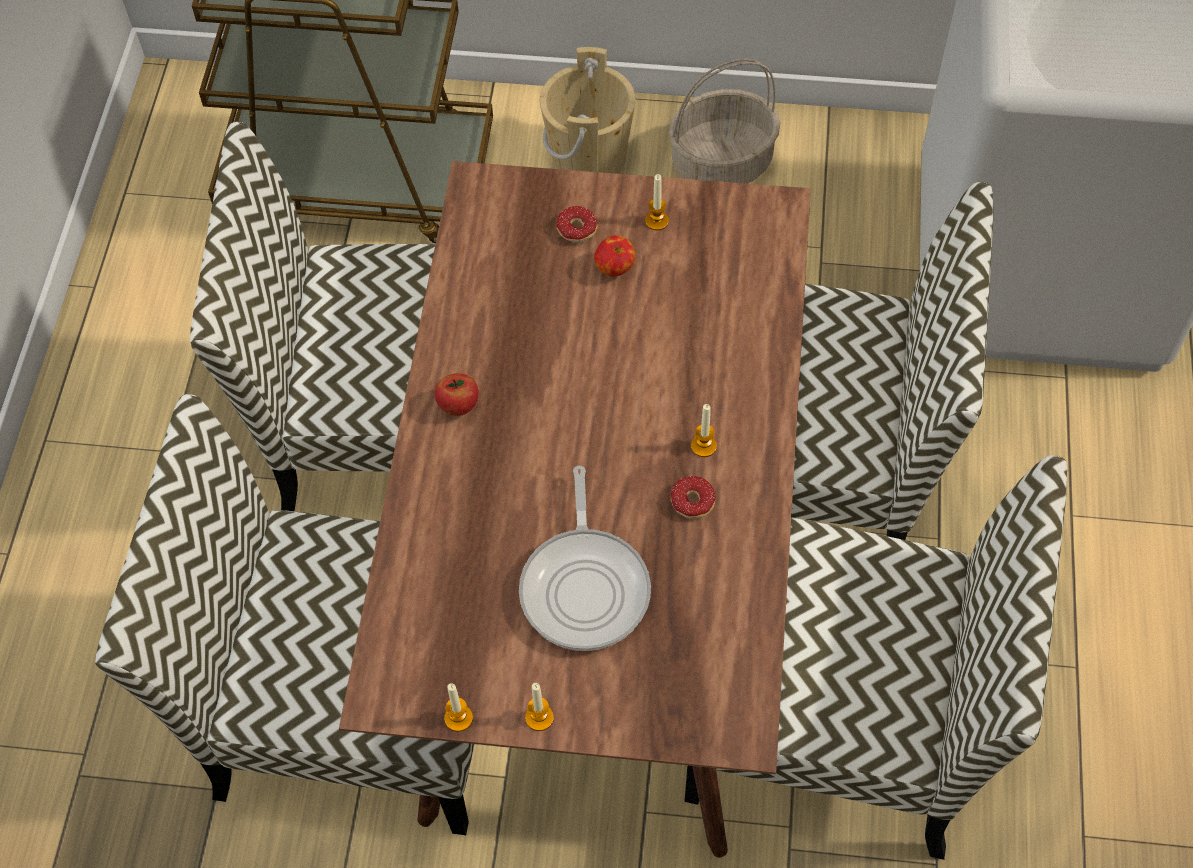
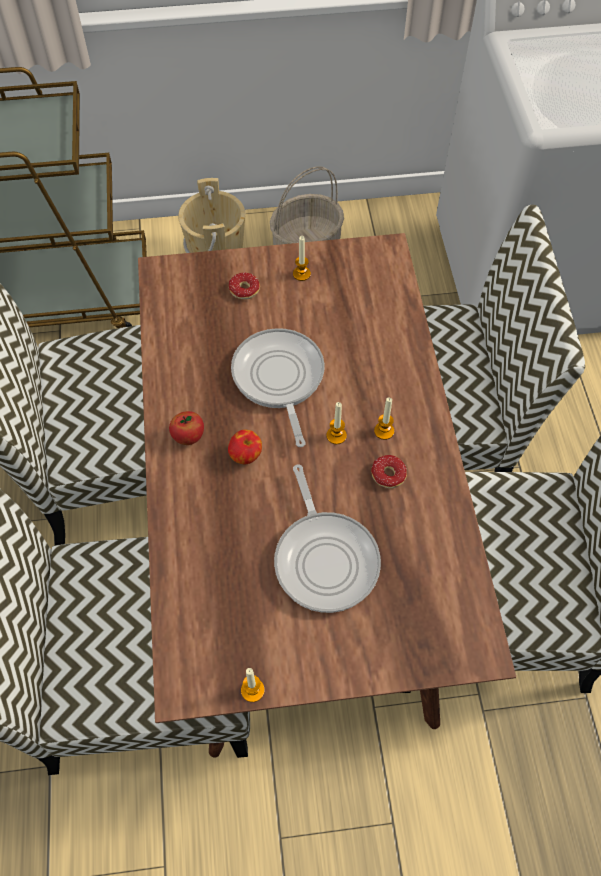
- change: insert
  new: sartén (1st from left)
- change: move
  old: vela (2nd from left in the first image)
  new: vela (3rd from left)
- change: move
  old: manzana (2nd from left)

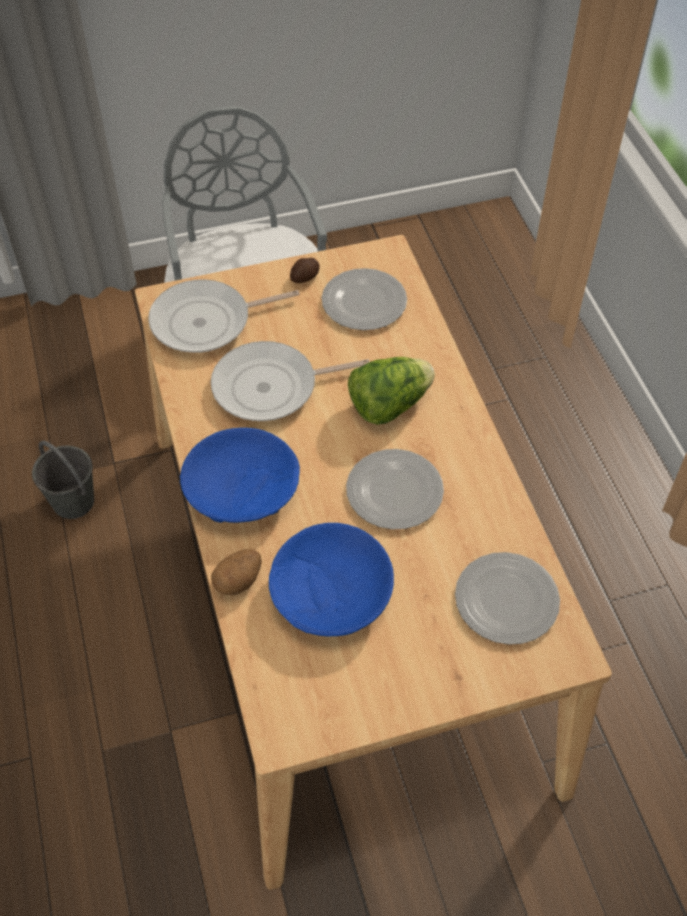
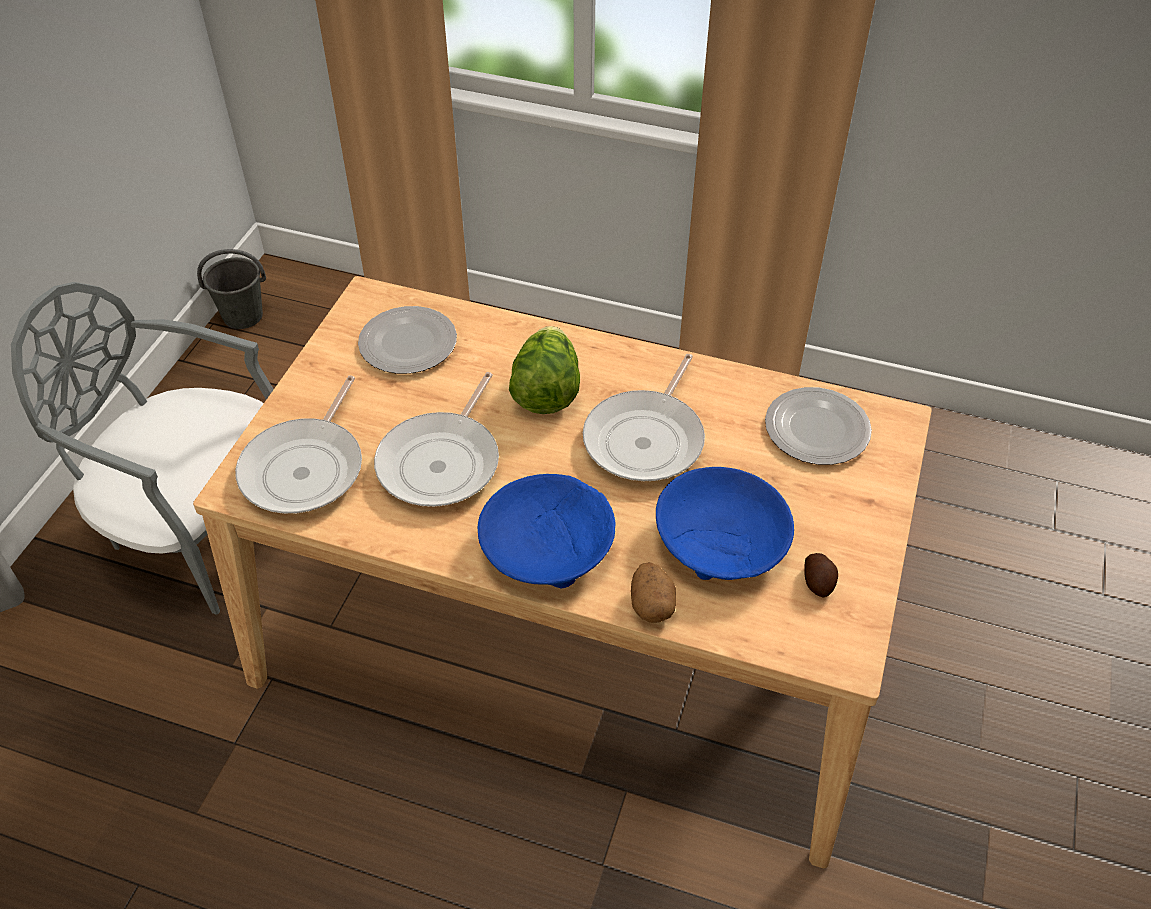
- change: move
  old: cubo (gris)
- change: move
  old: patata (2nd from left)
- change: replace
  old: plato (2nd from left)
  new: sartén (3rd from left)

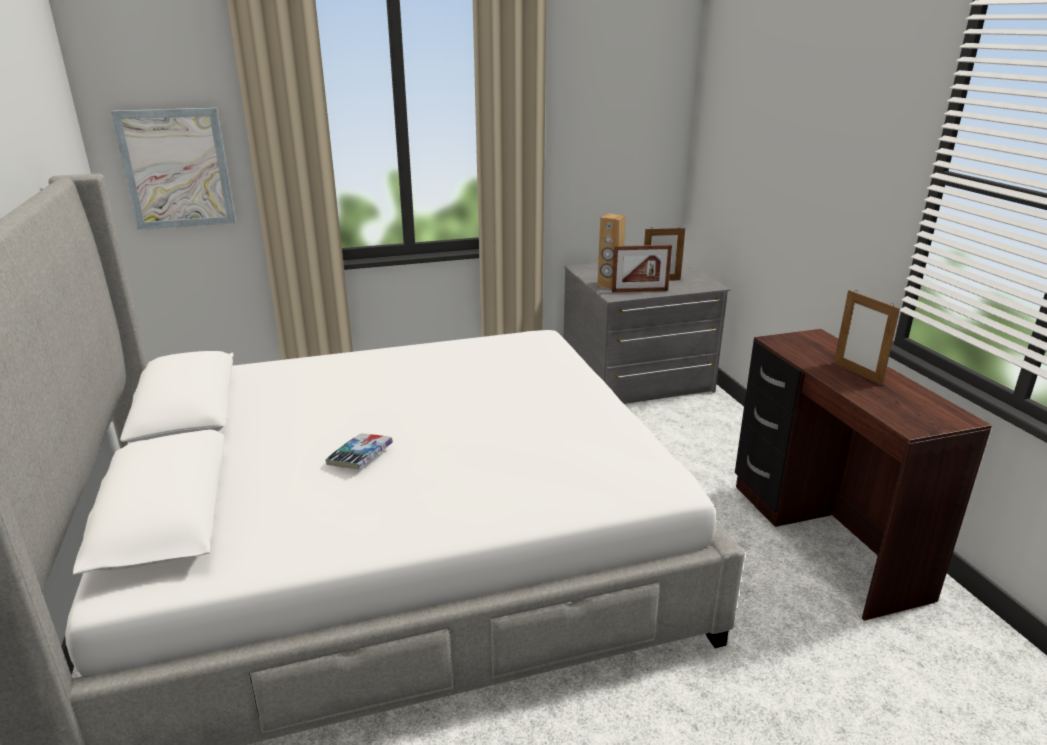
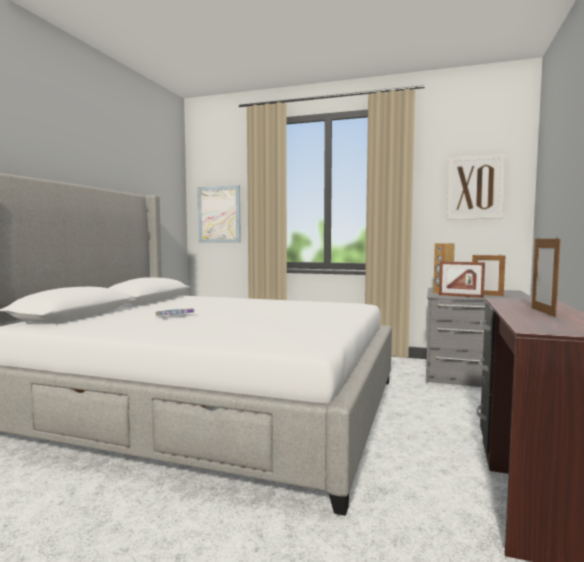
- change: insert
  new: cuadro (2nd from left)

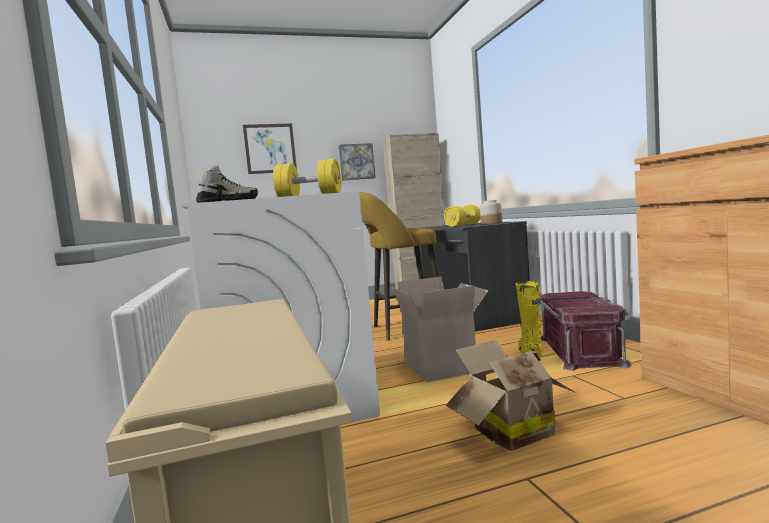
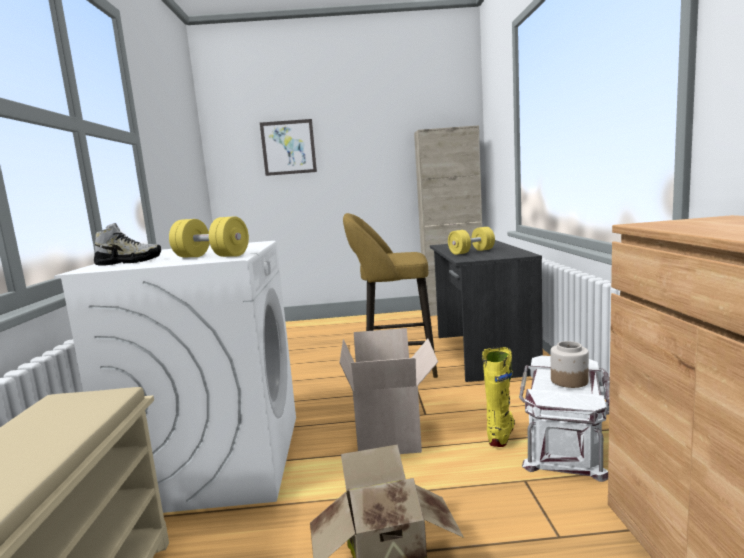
- change: delete
  old: cuadro (2nd from left)
- change: move
  old: tarro
- change: recolor
  old: caja de almacenaje (rojo)
  new: caja de almacenaje (blanco)

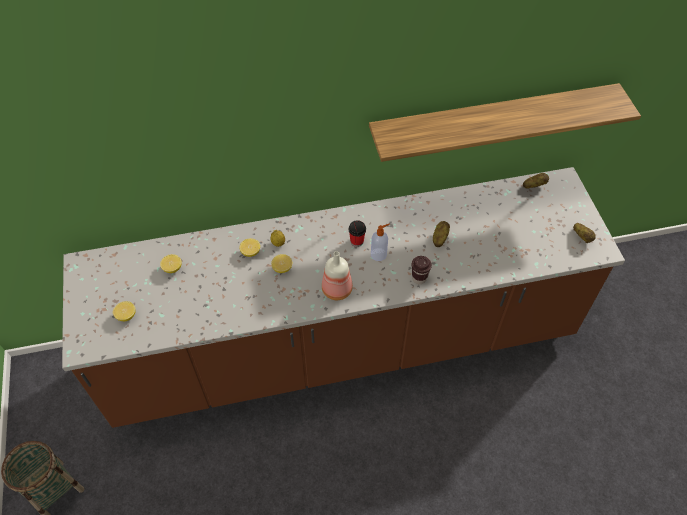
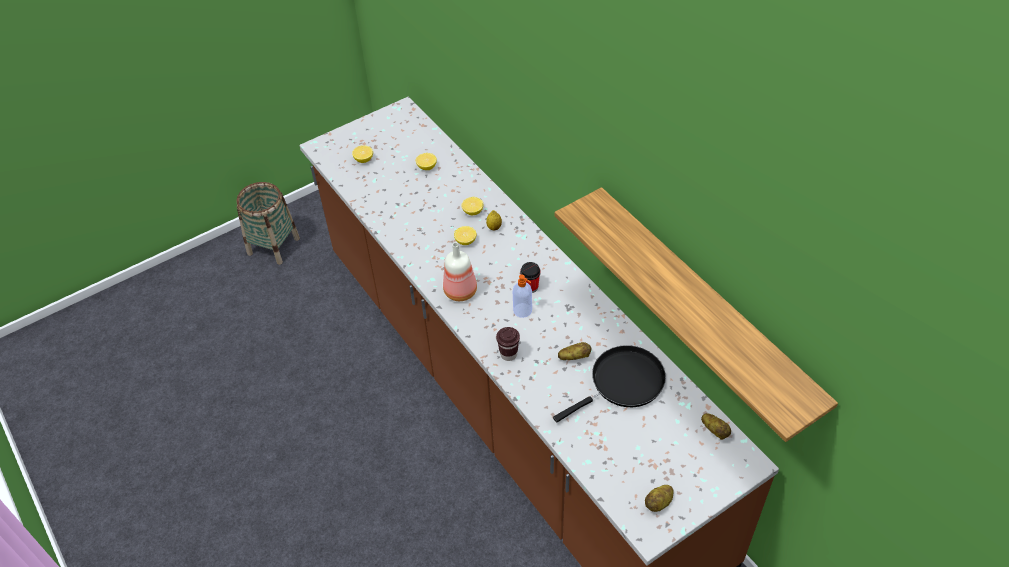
- change: insert
  new: sartén (negro)

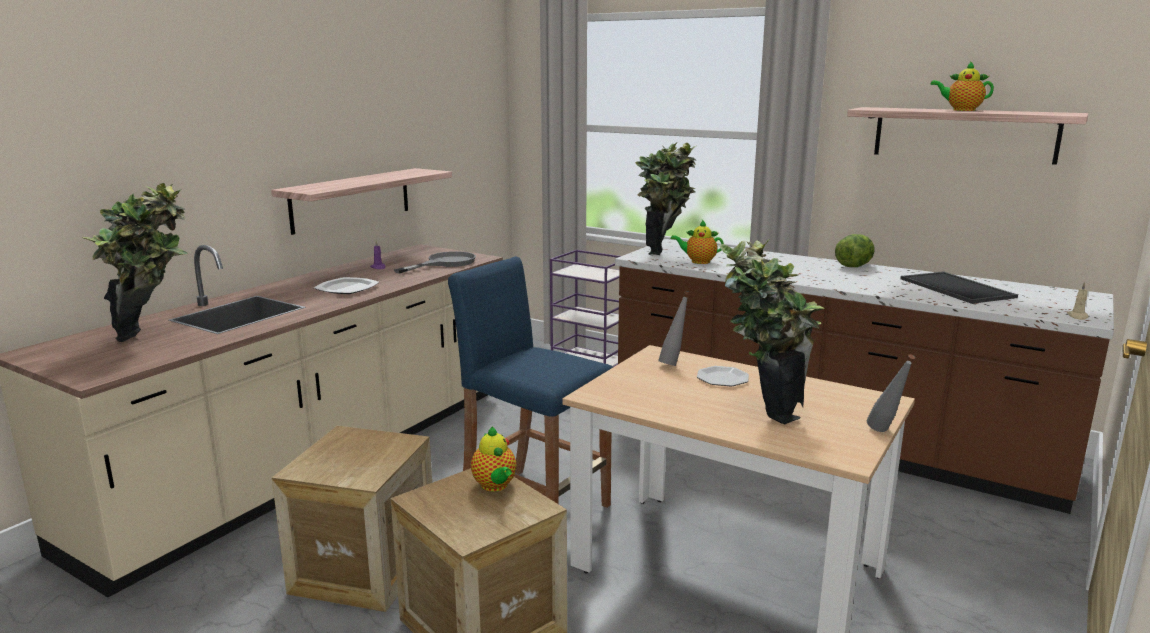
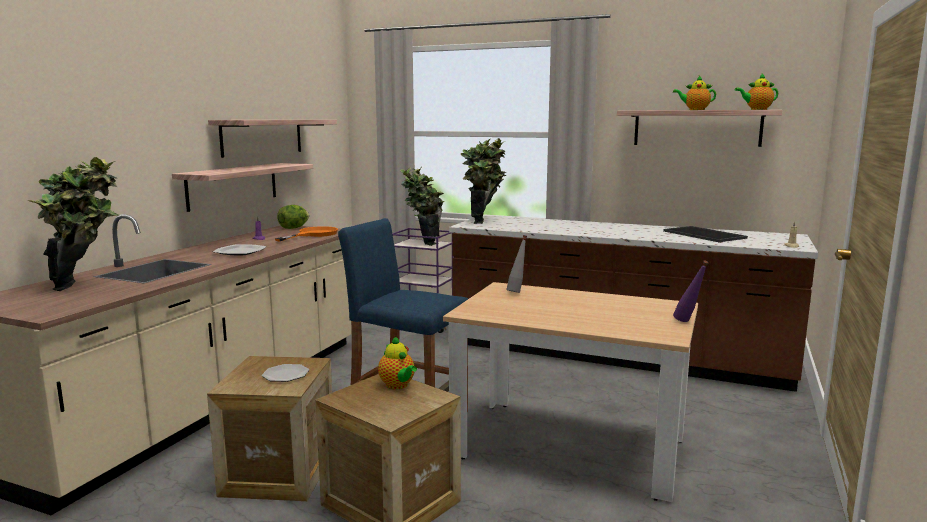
- change: insert
  new: estante (2nd from left)
- change: move
  old: tetera (2nd from left in the first image)
  new: tetera (3rd from left)
- change: move
  old: plato (2nd from left)
- change: move
  old: planta en maceta (3rd from left in the first image)
  new: planta en maceta (2nd from left)
- change: move
  old: lechuga
- change: recolor
  old: sartén (gris)
  new: sartén (naranja)
- change: recolor
  old: botella (gris) (2nd from left)
  new: botella (morado)

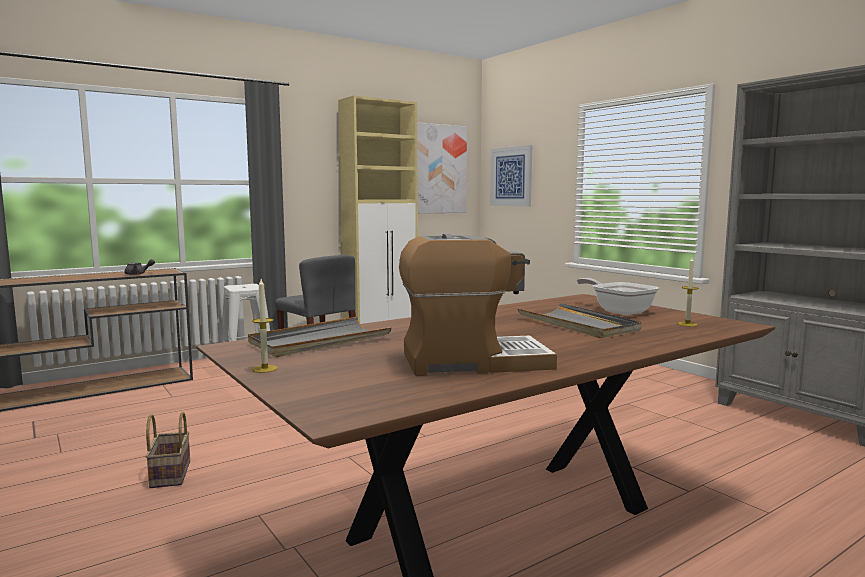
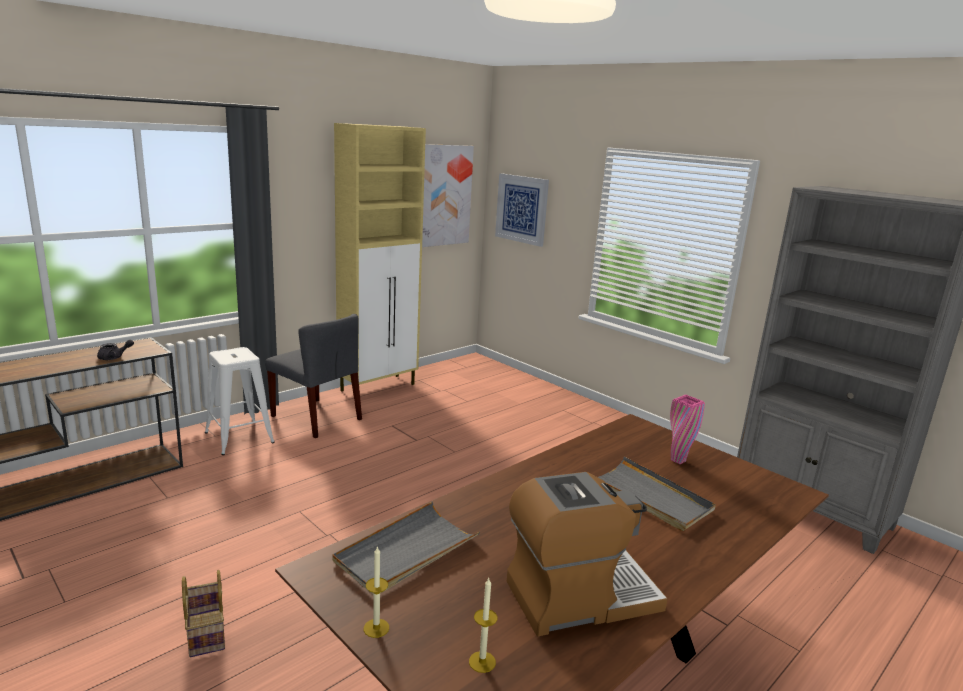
- change: move
  old: vela (2nd from left)
- change: replace
  old: sartén
  new: florero (rosa)

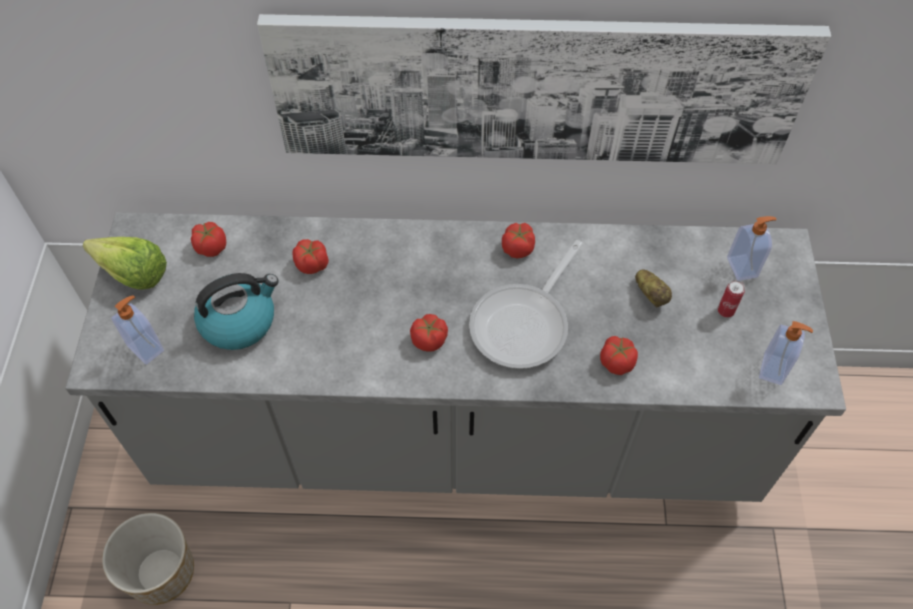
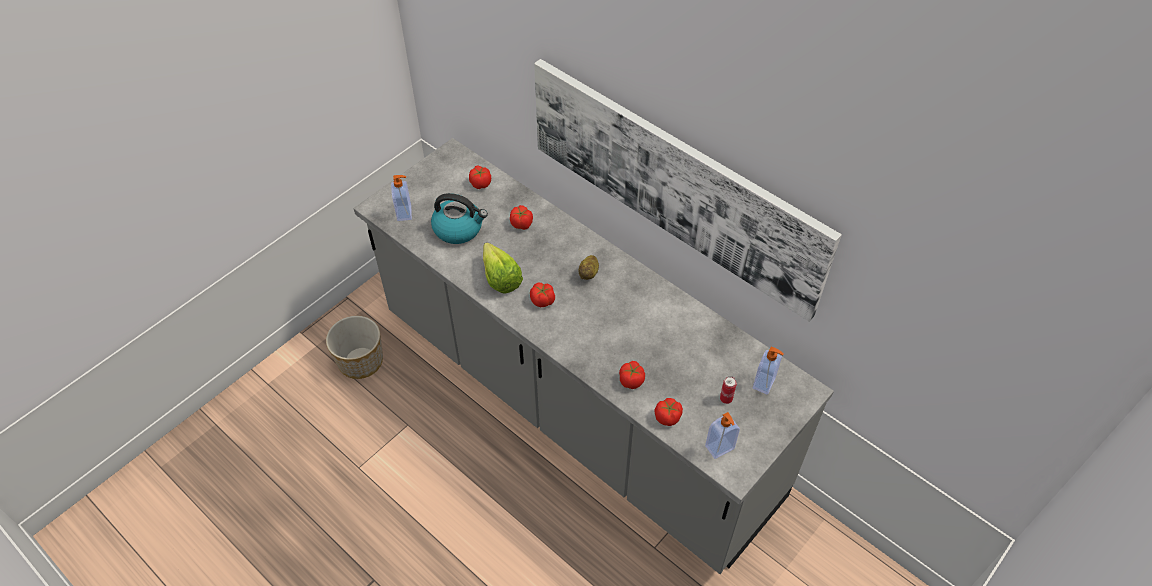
- change: delete
  old: sartén
- change: move
  old: lechuga
- change: move
  old: tomate (4th from left in the first image)
  new: tomate (5th from left)
- change: move
  old: patata

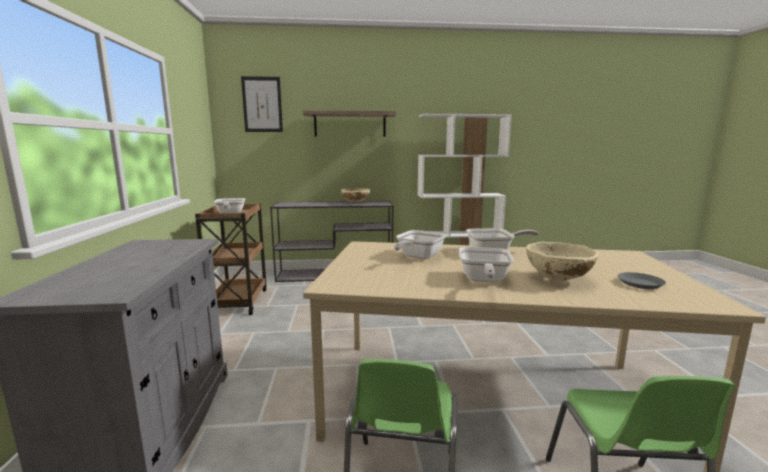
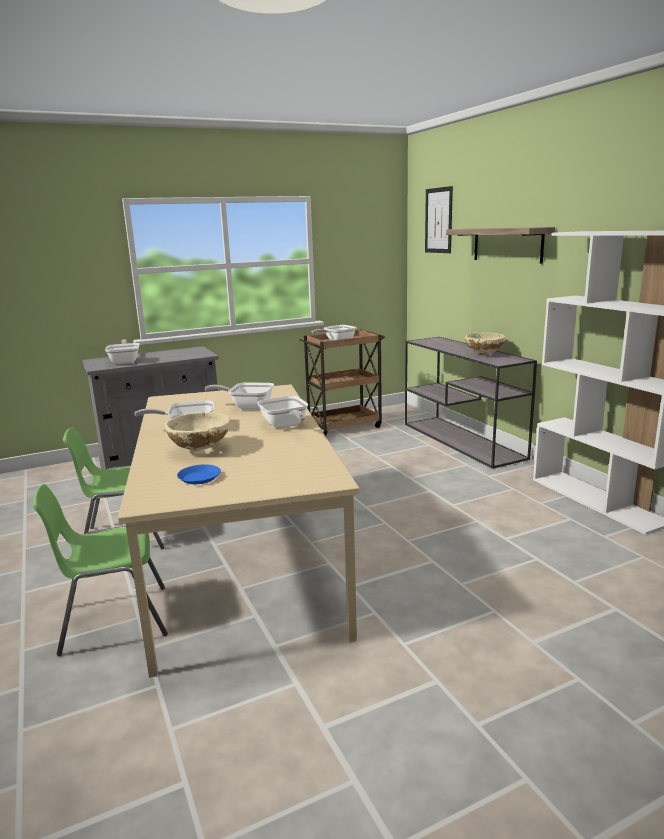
- change: insert
  new: sartén (1st from left)
- change: recolor
  old: plato (gris)
  new: plato (azul)

